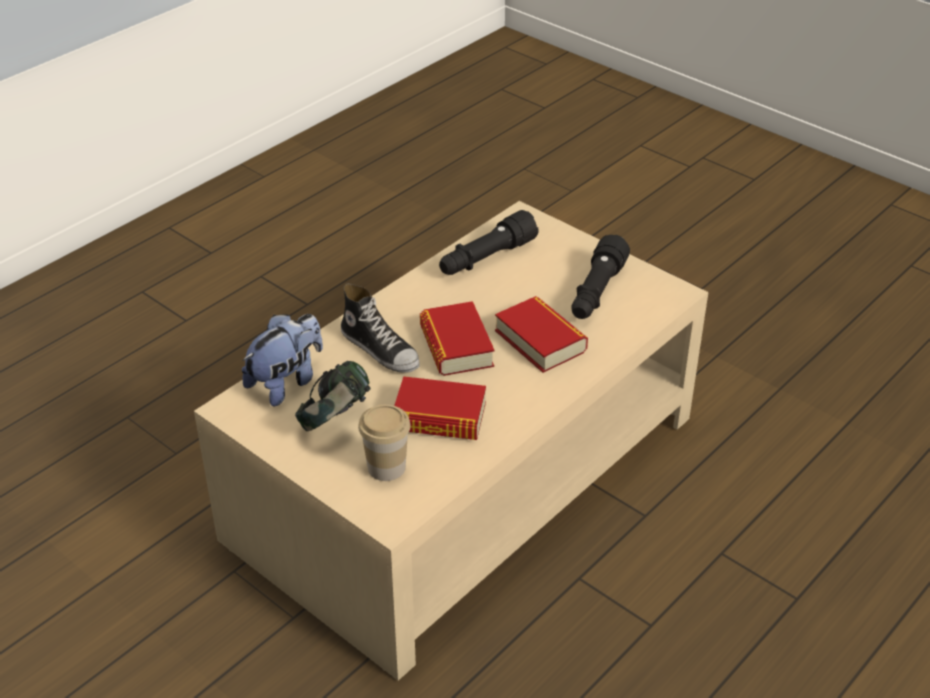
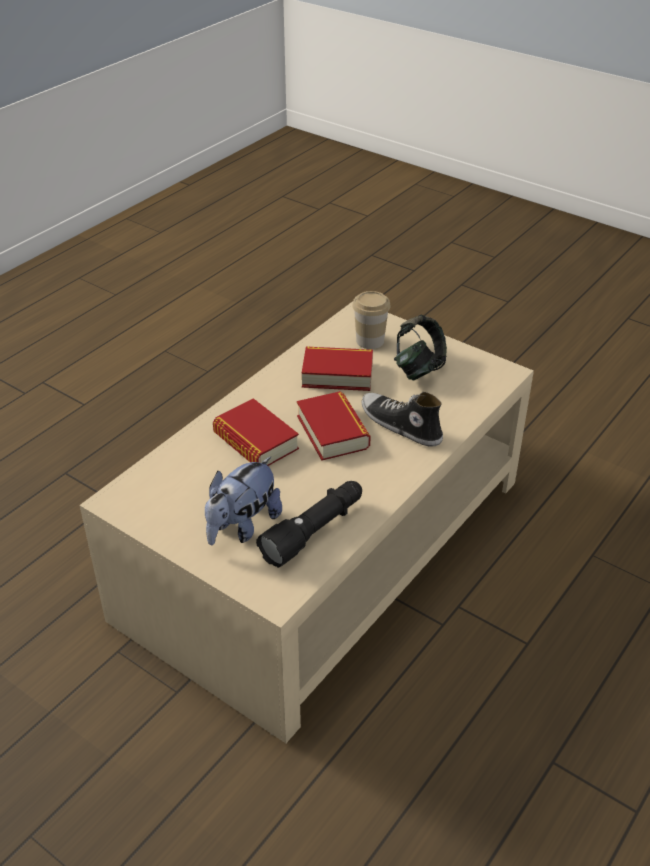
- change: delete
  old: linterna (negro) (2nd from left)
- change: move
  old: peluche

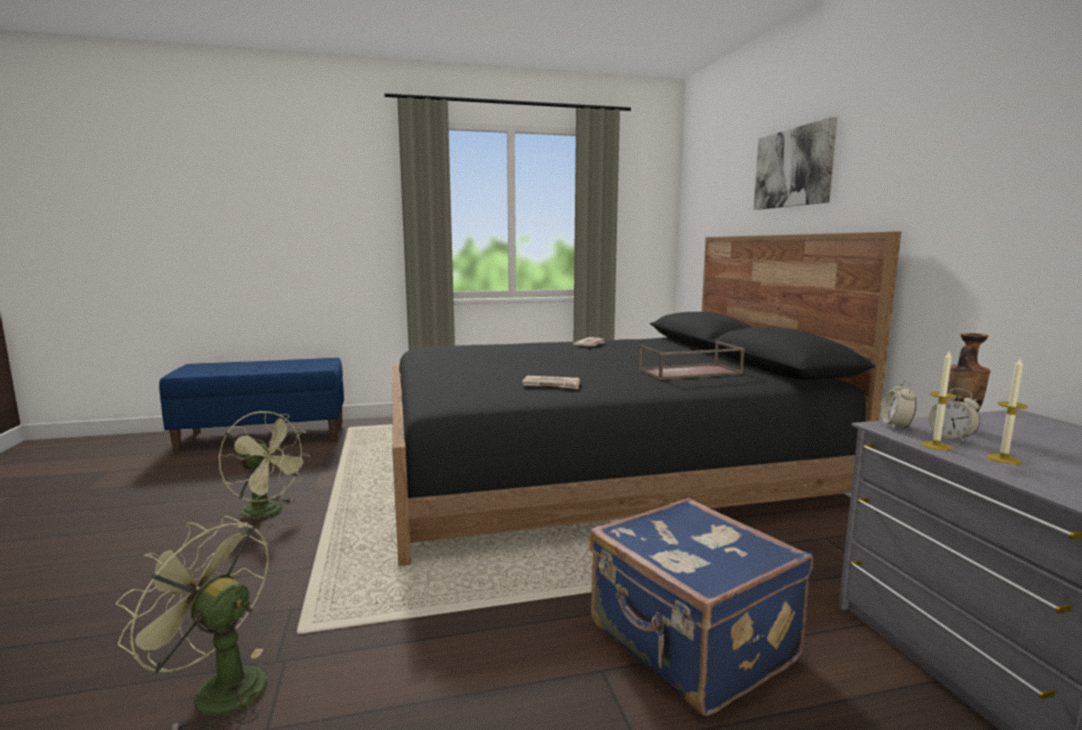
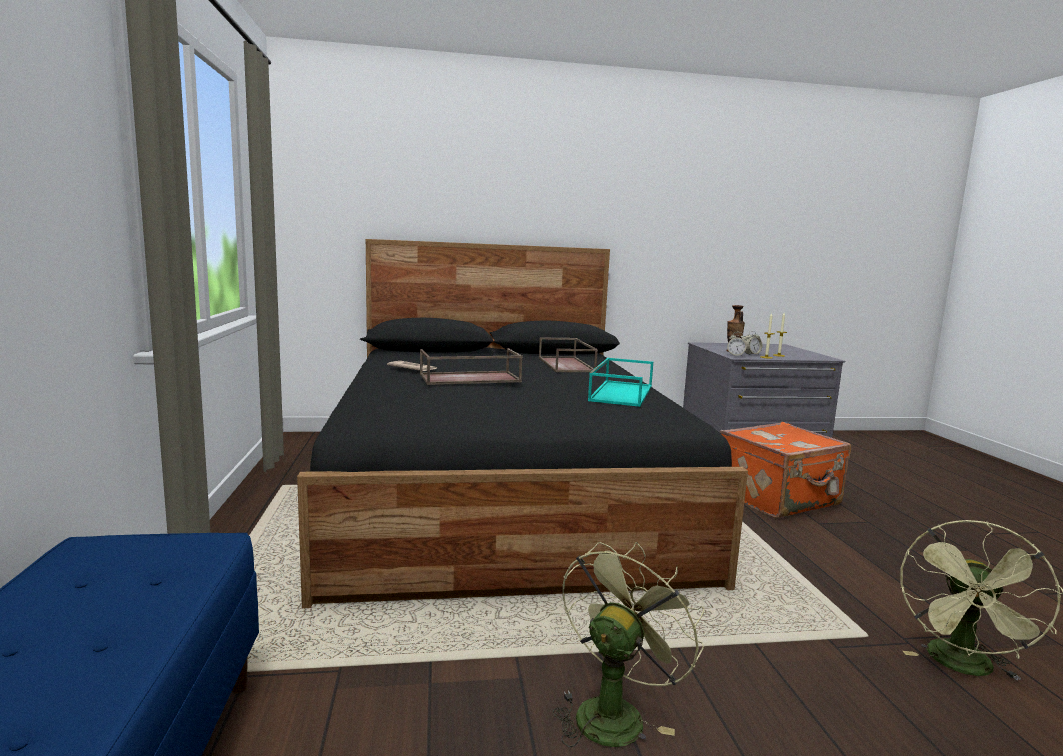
- change: delete
  old: cuadro
- change: insert
  new: bandeja (marrón) (1st from left)
- change: replace
  old: periódico (1st from left)
  new: bandeja (turquesa)
- change: recolor
  old: maleta (azul)
  new: maleta (naranja)

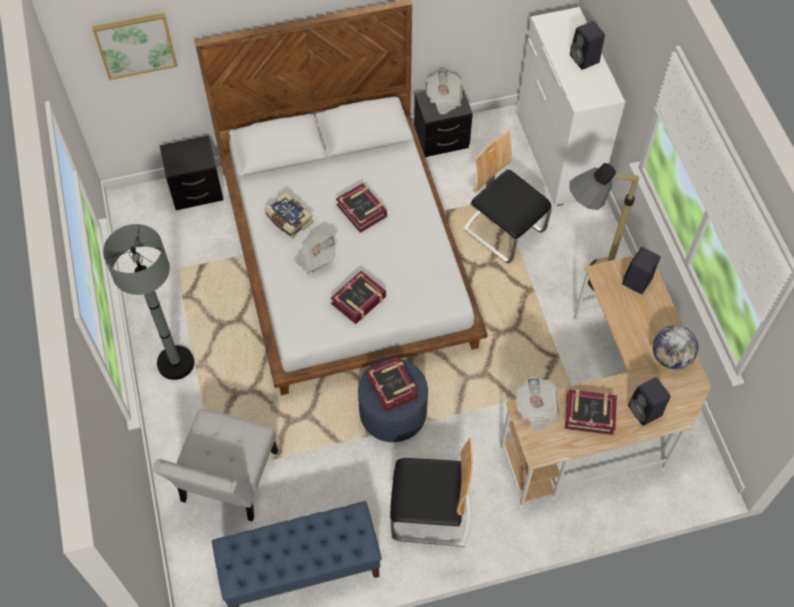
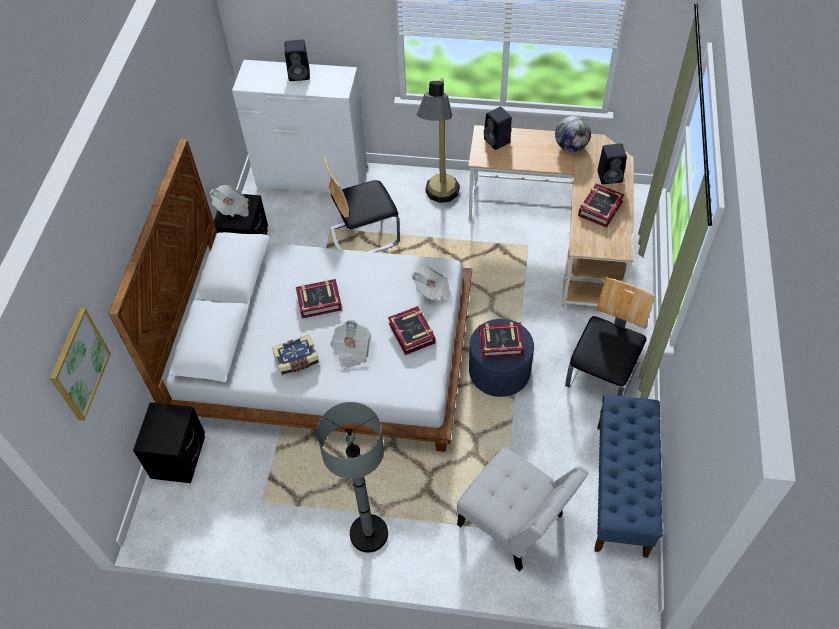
- change: move
  old: periódico (3rd from left)

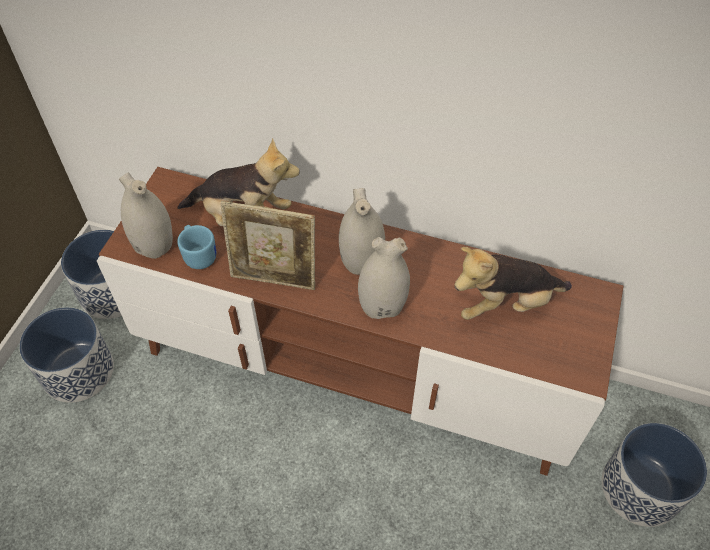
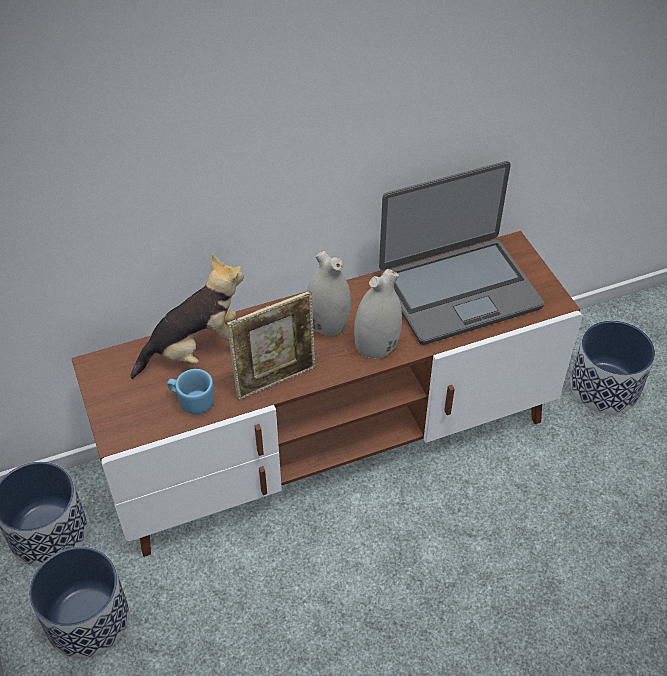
- change: delete
  old: florero (blanco) (1st from left)
- change: replace
  old: peluche (2nd from left)
  new: portátil

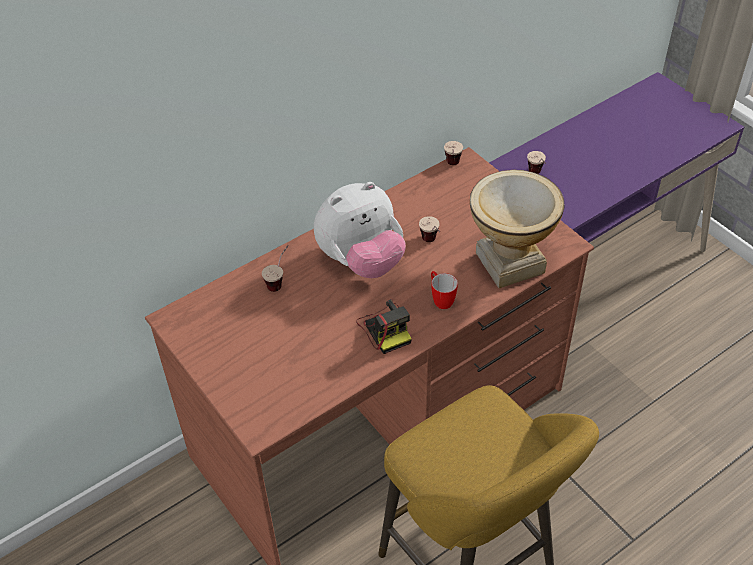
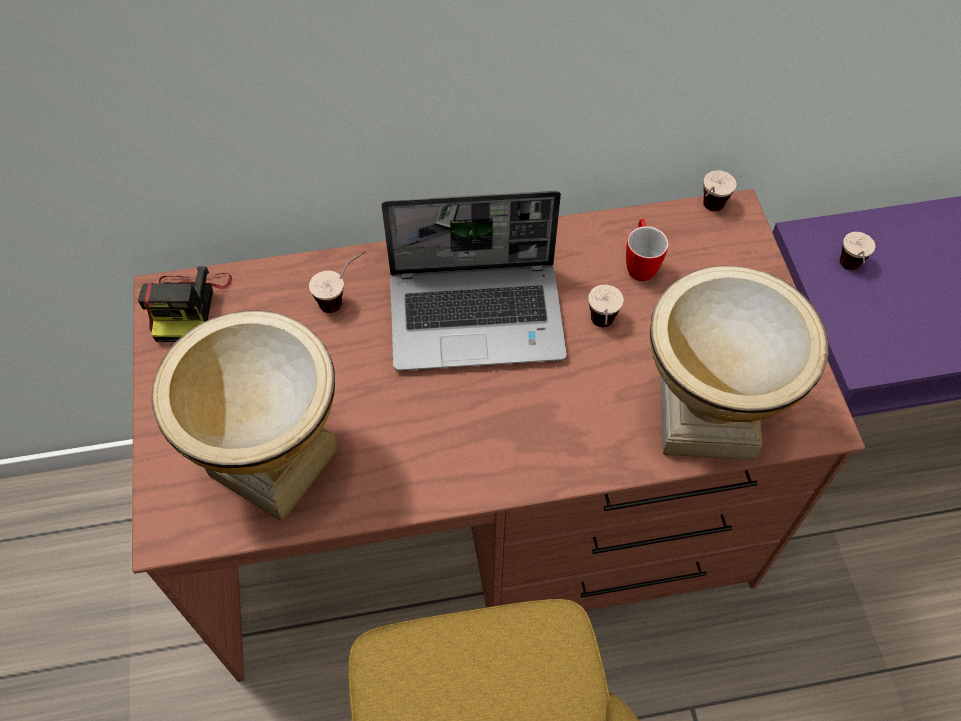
- change: insert
  new: florero (1st from left)
- change: move
  old: cámara
- change: move
  old: taza grande
- change: replace
  old: peluche
  new: portátil

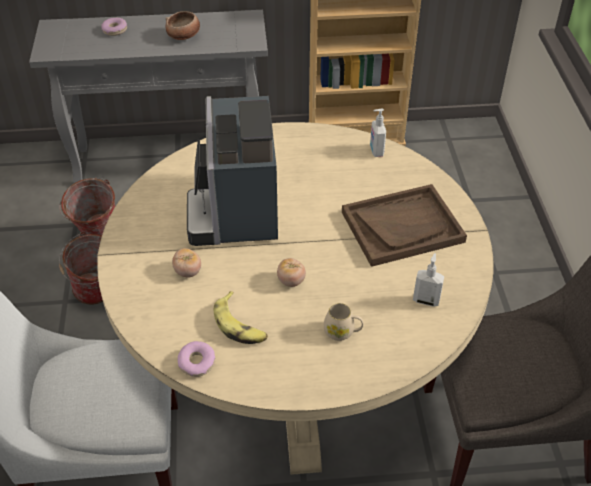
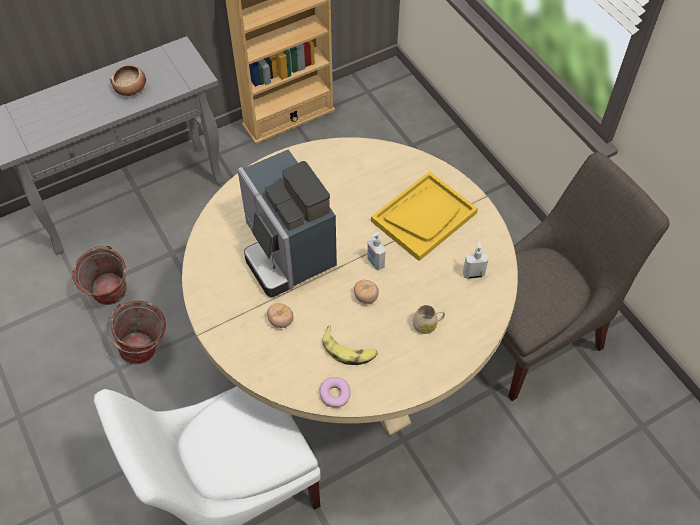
- change: delete
  old: rosquilla (1st from left)
- change: move
  old: dispensador de jabón (1st from left)
- change: recolor
  old: bandeja (marrón)
  new: bandeja (amarillo)

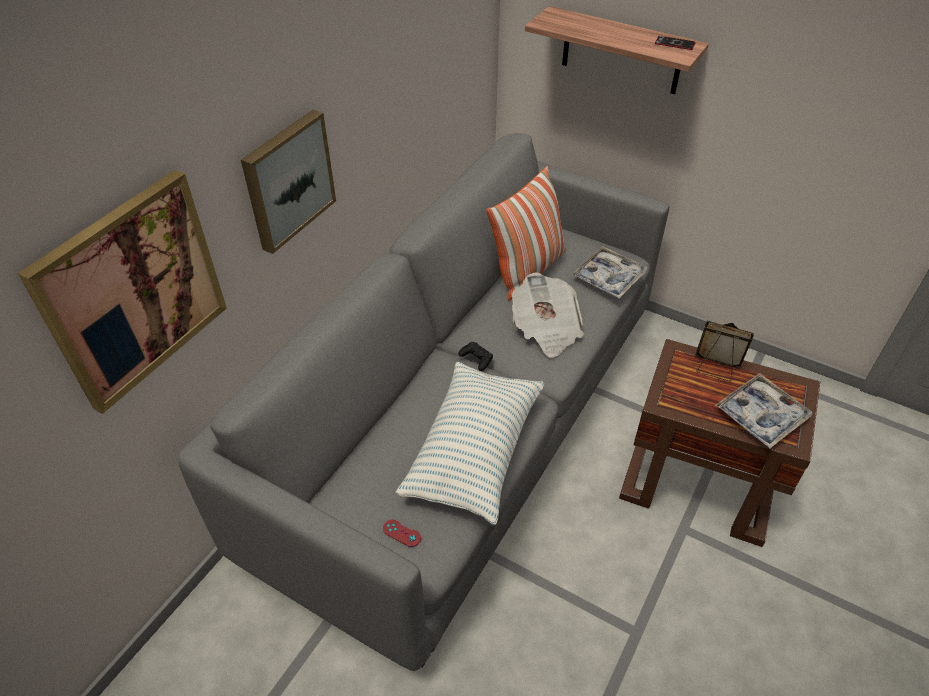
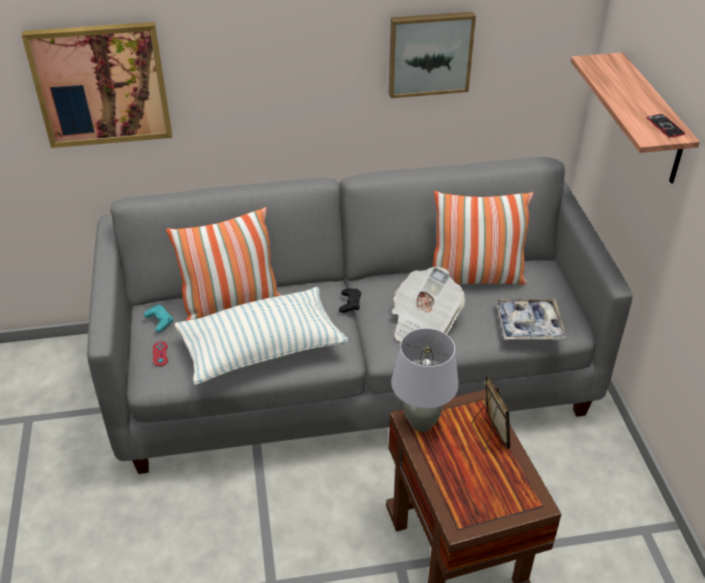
- change: delete
  old: bandeja (2nd from left)
- change: insert
  new: mando de consola (turquesa)
- change: insert
  new: cojín (1st from left)
- change: insert
  new: lámpara de mesa (gris)
- change: move
  old: cuadro (2nd from left)

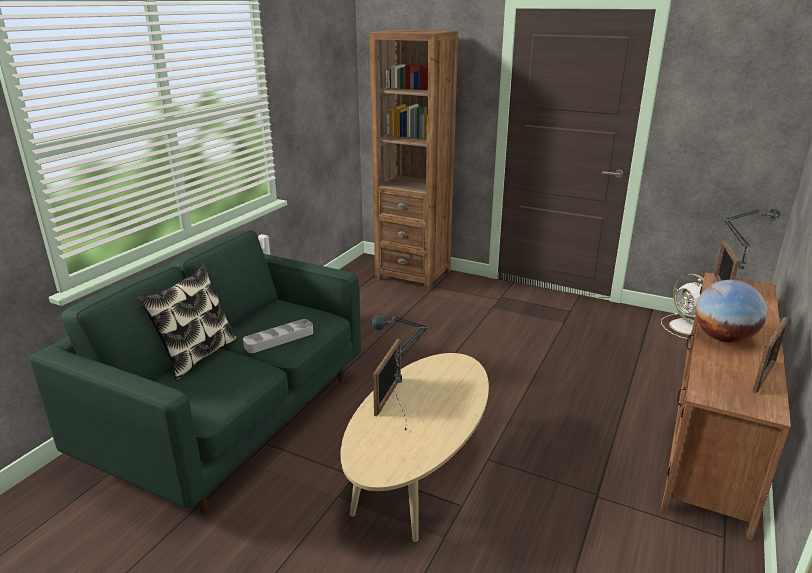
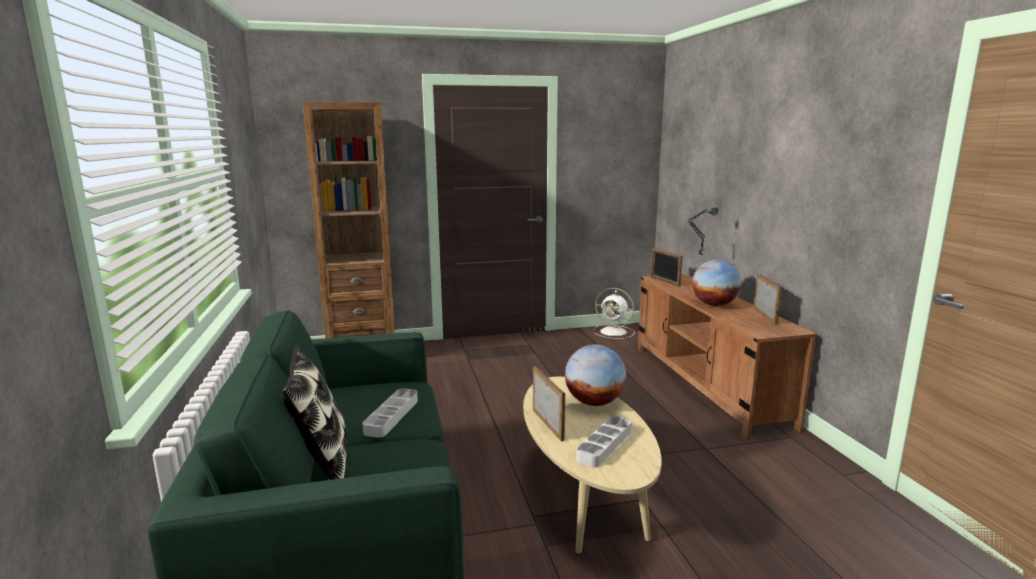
- change: insert
  new: globo terráqueo (1st from left)
- change: replace
  old: lámpara de mesa (1st from left)
  new: bandeja (gris) (2nd from left)

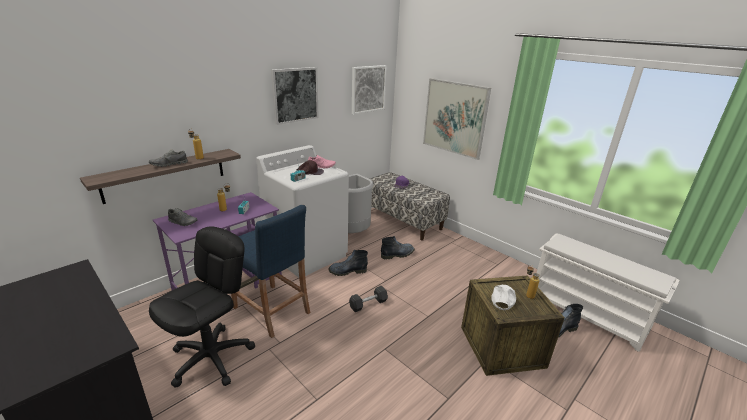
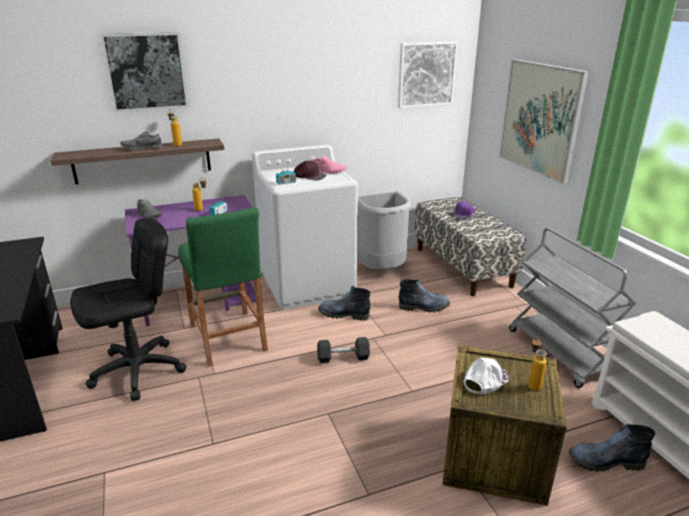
- change: insert
  new: carrito (gris)
- change: move
  old: cuadro (1st from left)
- change: recolor
  old: taburete (azul)
  new: taburete (verde)

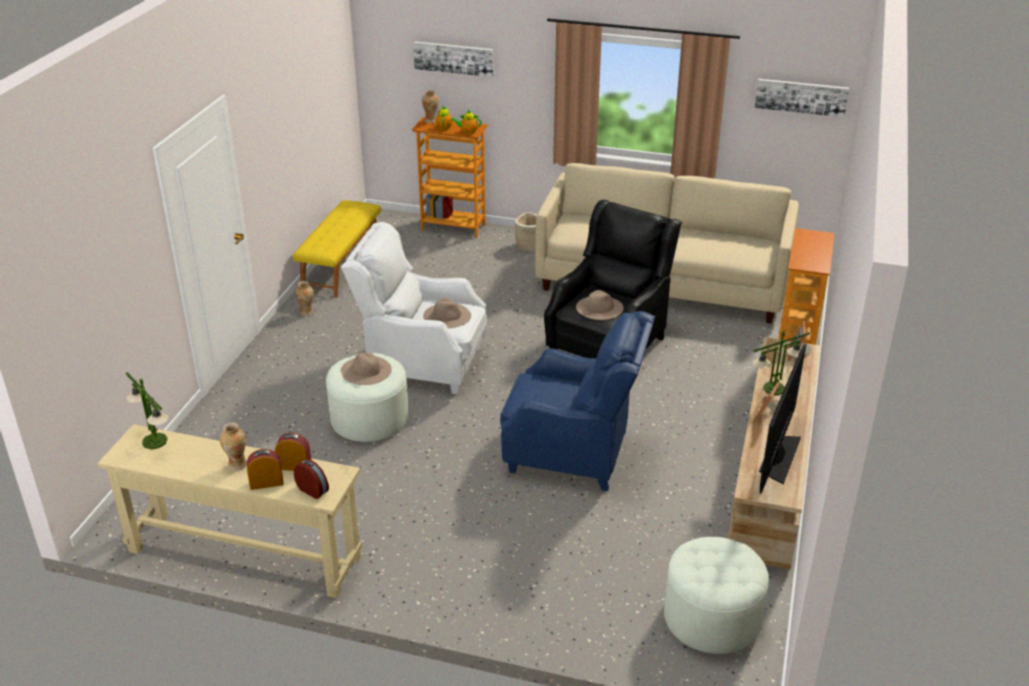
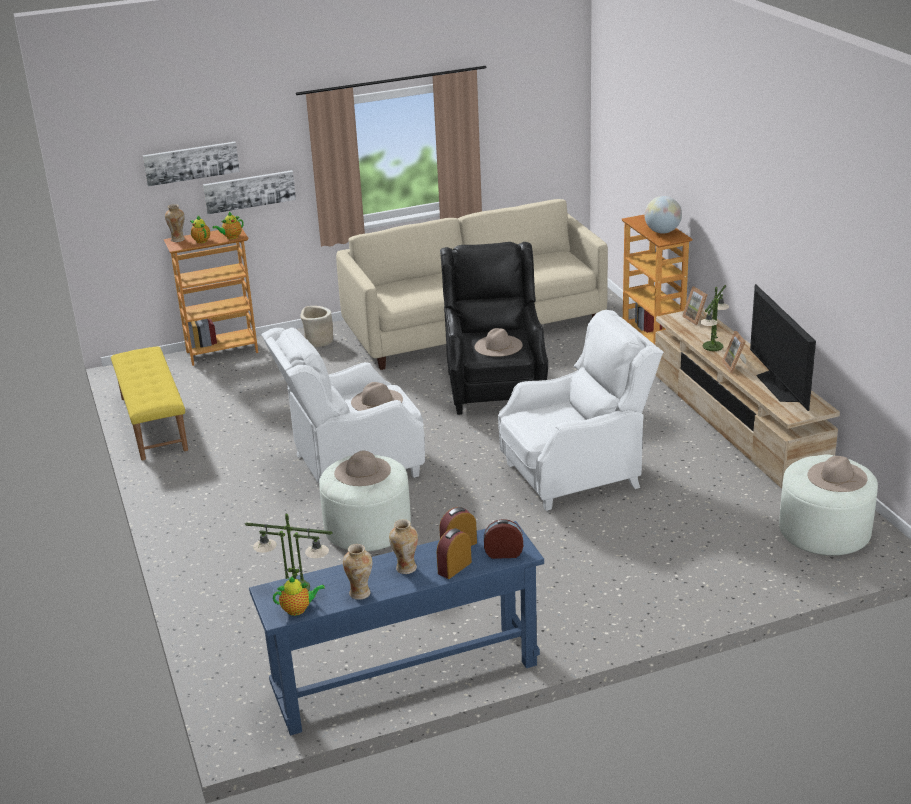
- change: insert
  new: tetera (3rd from left)
- change: insert
  new: globo terráqueo
- change: insert
  new: sombrero (beis) (4th from left)
- change: move
  old: florero (2nd from left)
- change: move
  old: cuadro (2nd from left)
- change: recolor
  old: mesa consola (beis)
  new: mesa consola (azul)
- change: recolor
  old: sillón (azul)
  new: sillón (blanco) (2nd from left)

